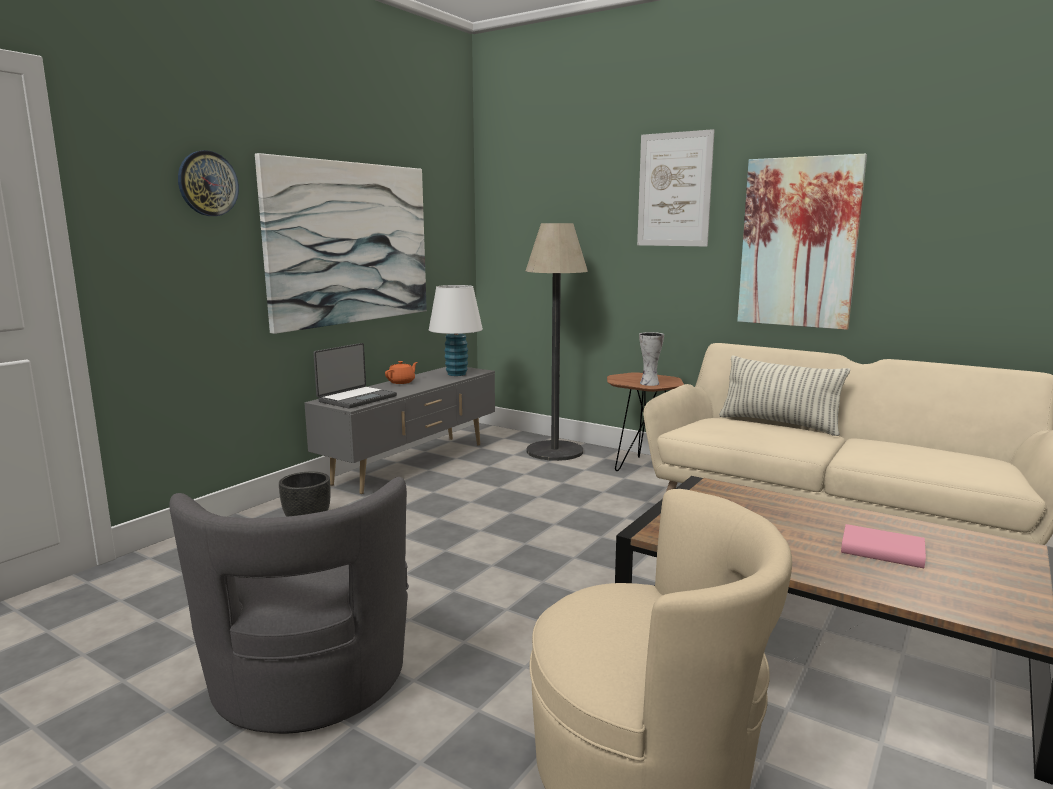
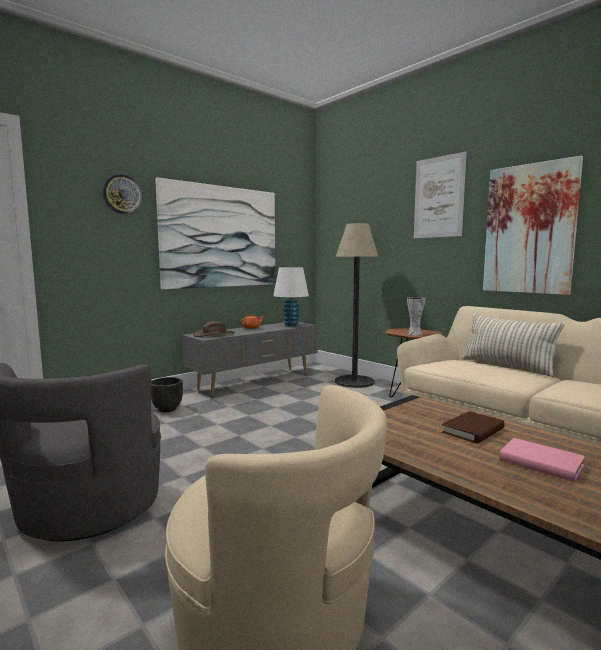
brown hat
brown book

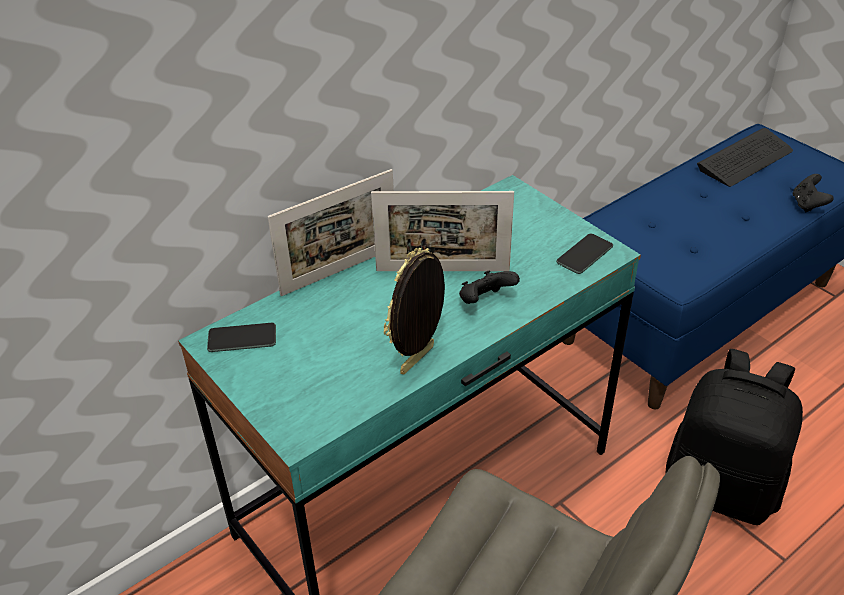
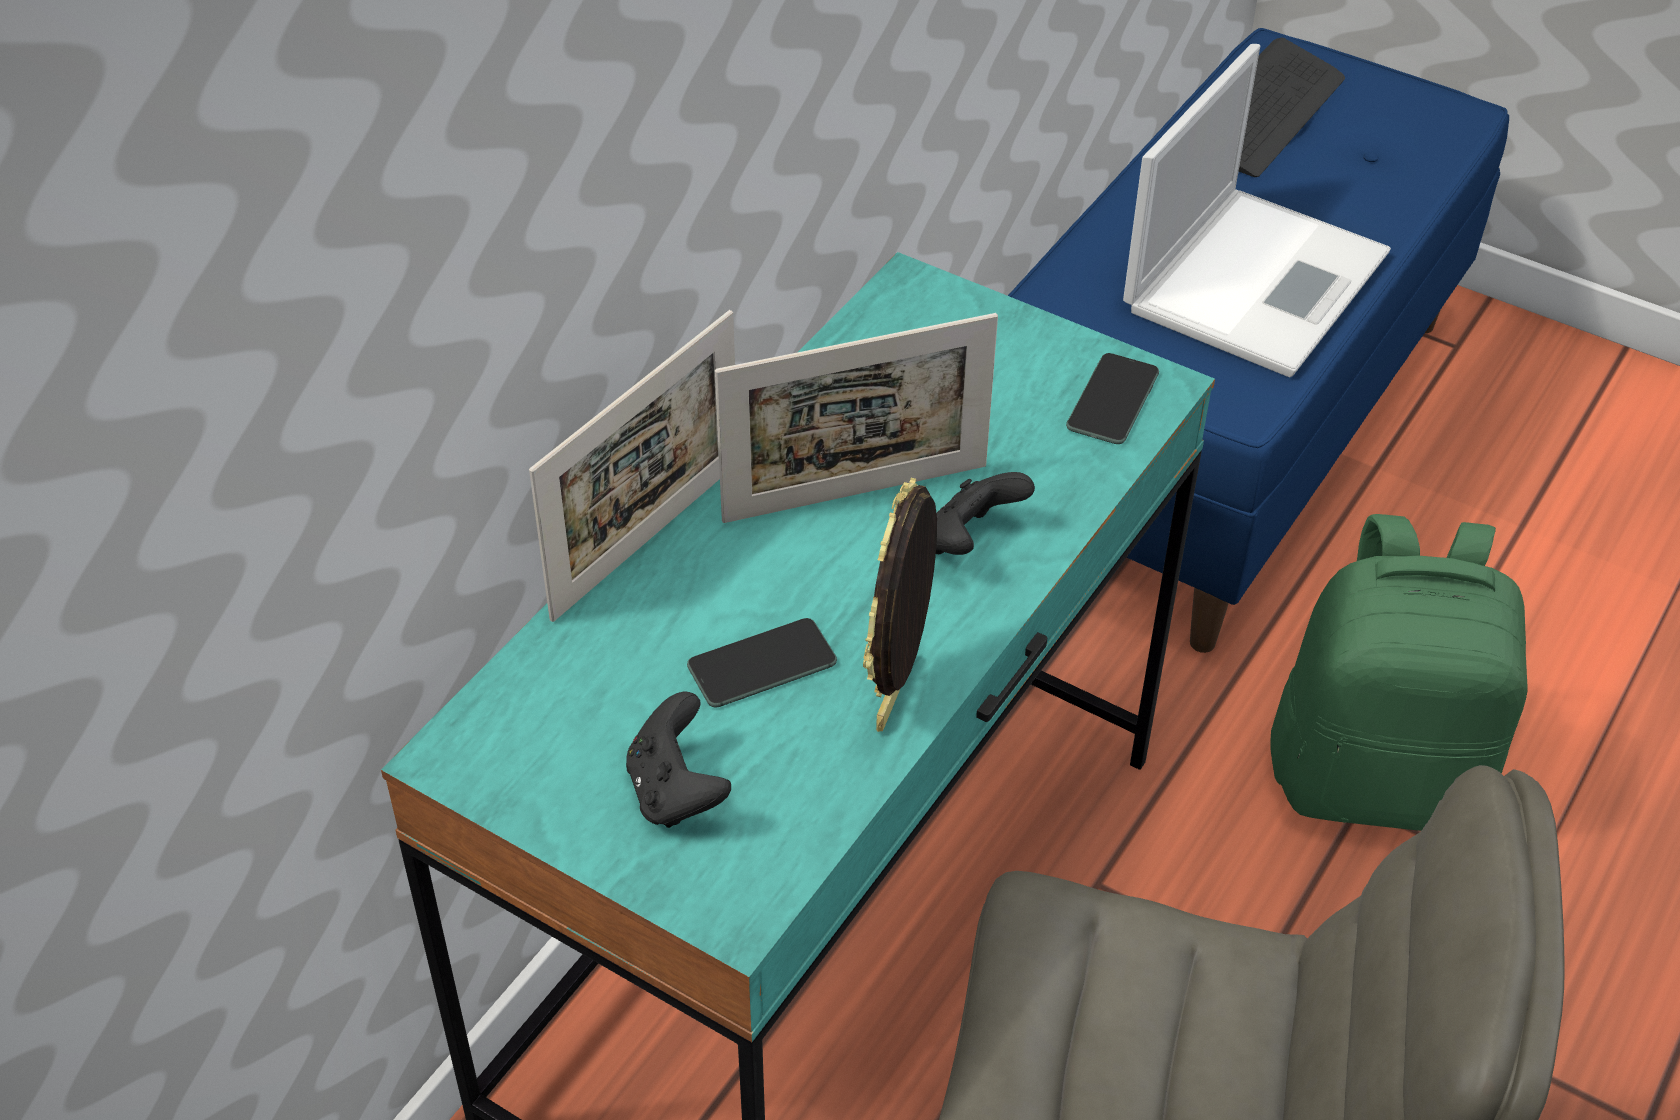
black game controller (1st from left)
phone (1st from left)
laptop
green backpack

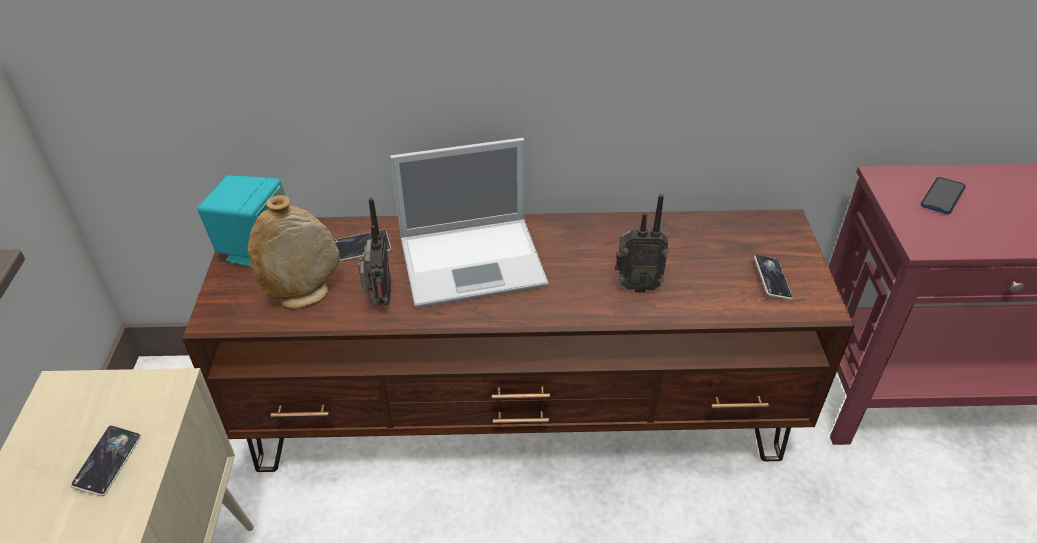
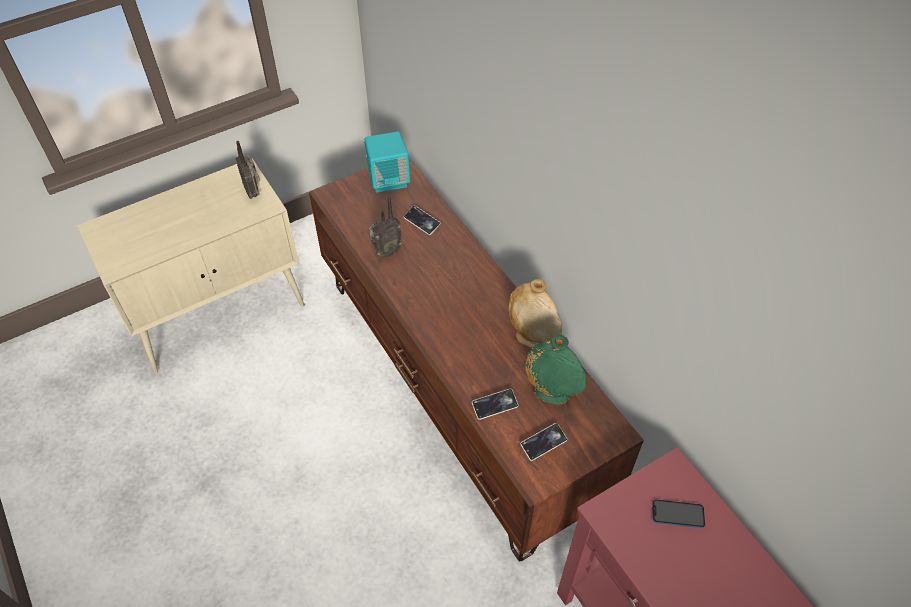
radio (1st from left)
phone (2nd from left)
beige vase
green vase
laptop

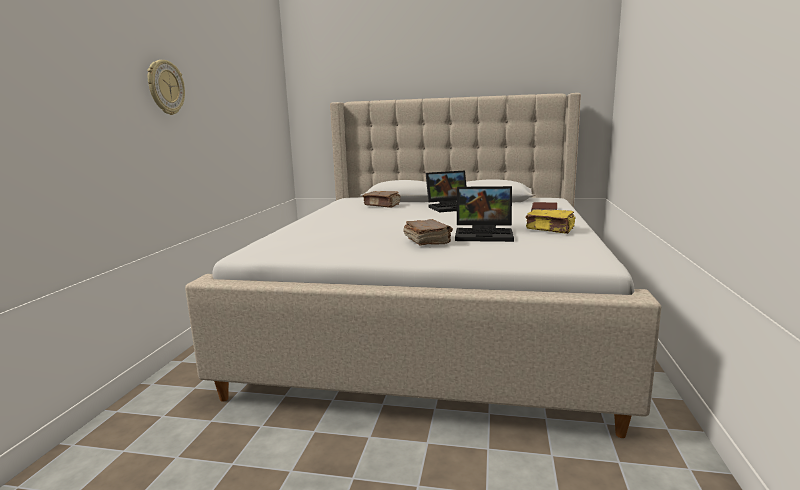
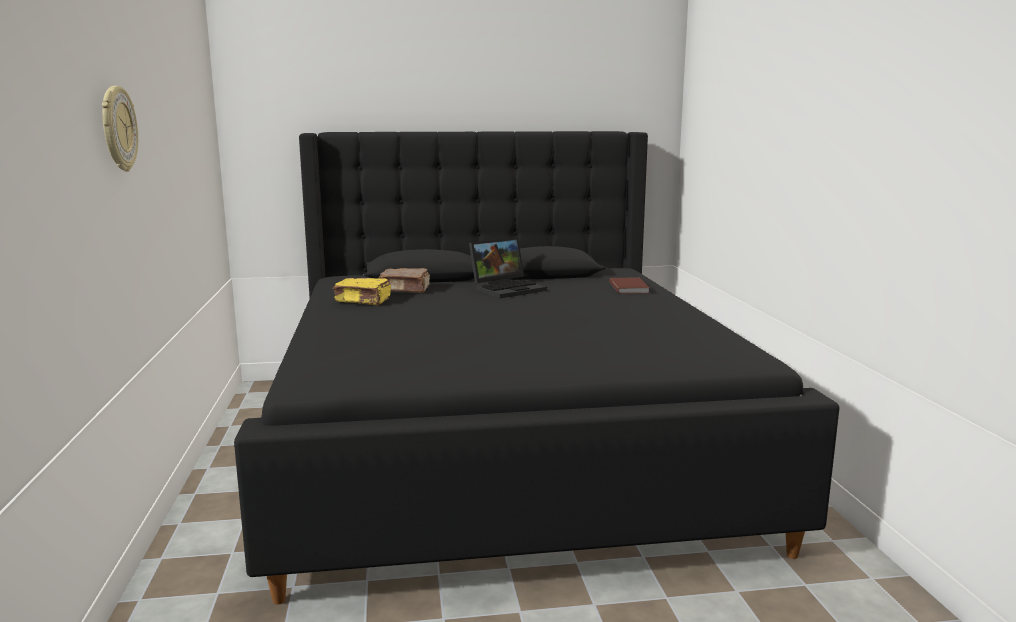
black bed
yellow book
brown book (2nd from left in the first image)
laptop (2nd from left in the first image)

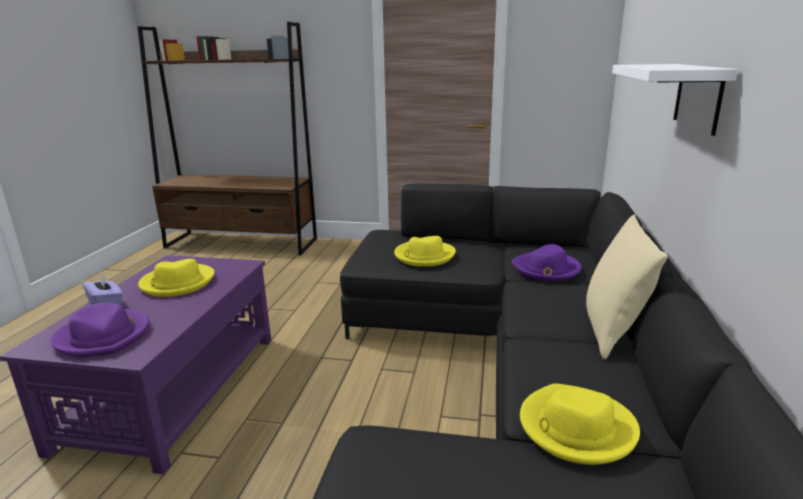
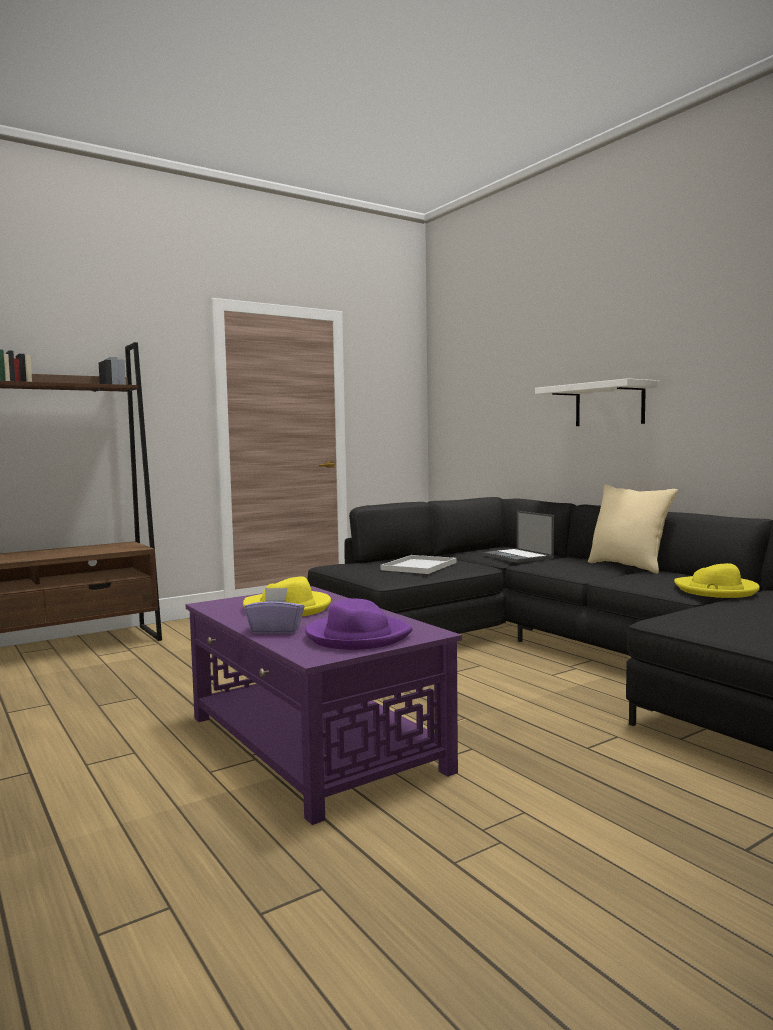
white tray
laptop

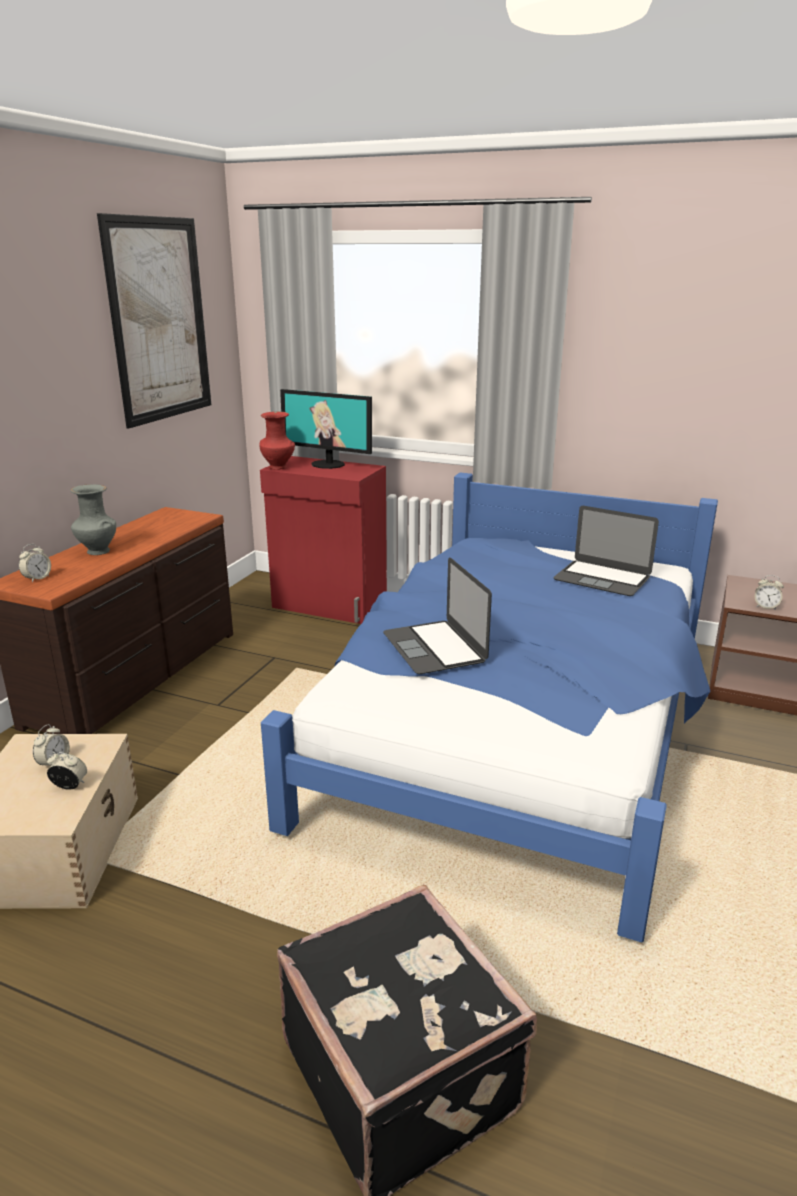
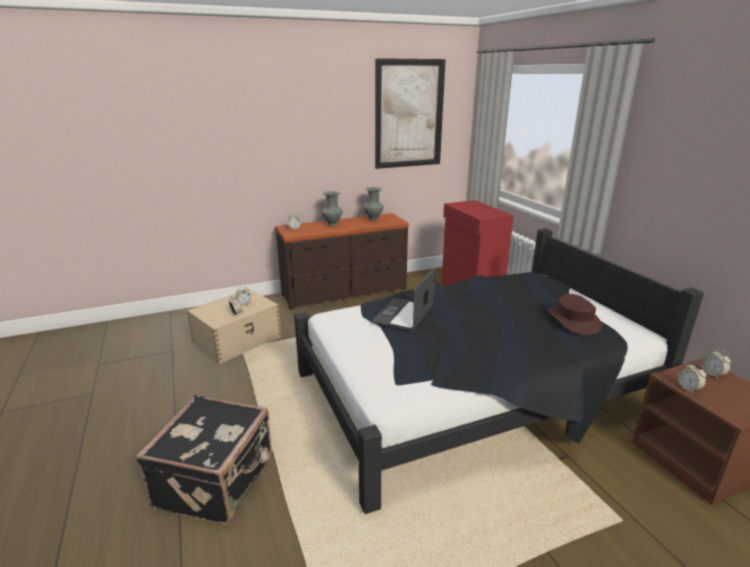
black bed
grey vase (2nd from left)
brown hat
alarm clock (5th from left)
red vase
monitor

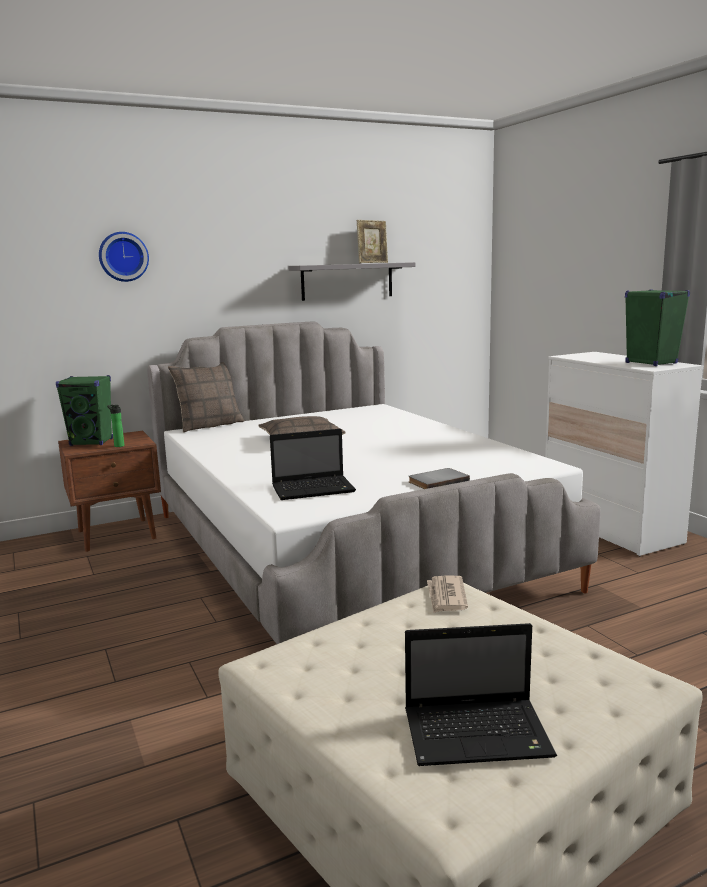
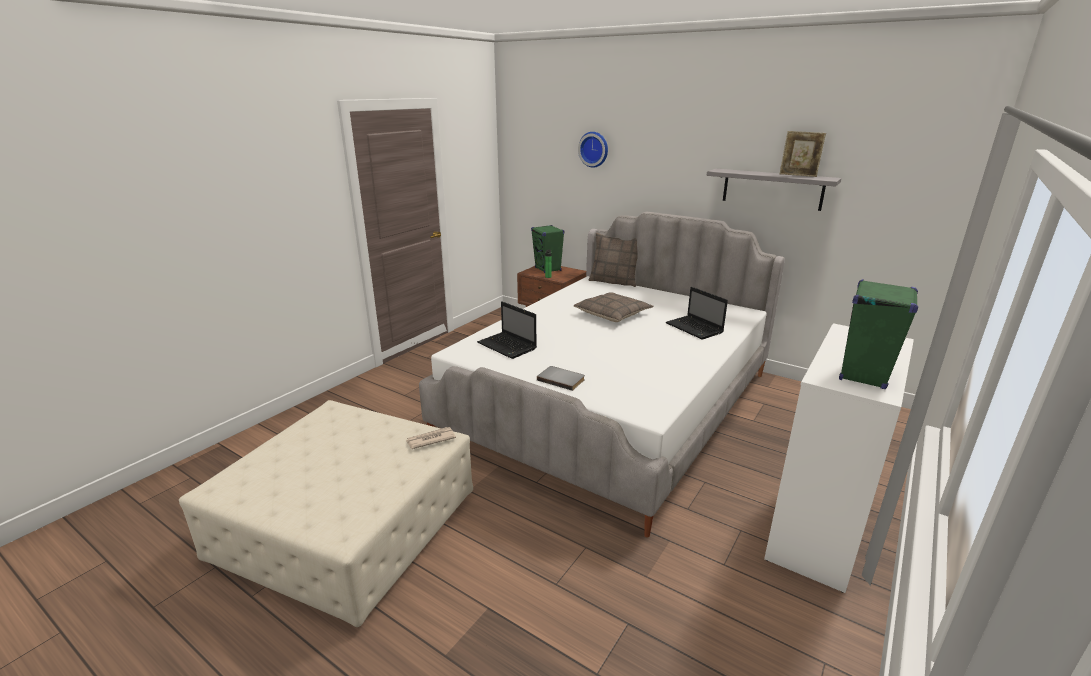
laptop (2nd from left)

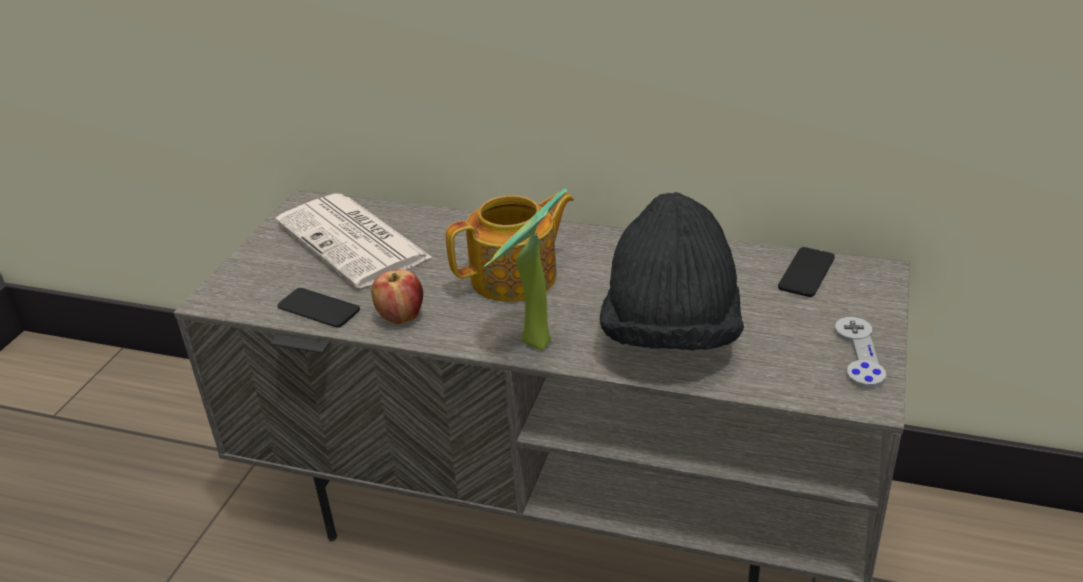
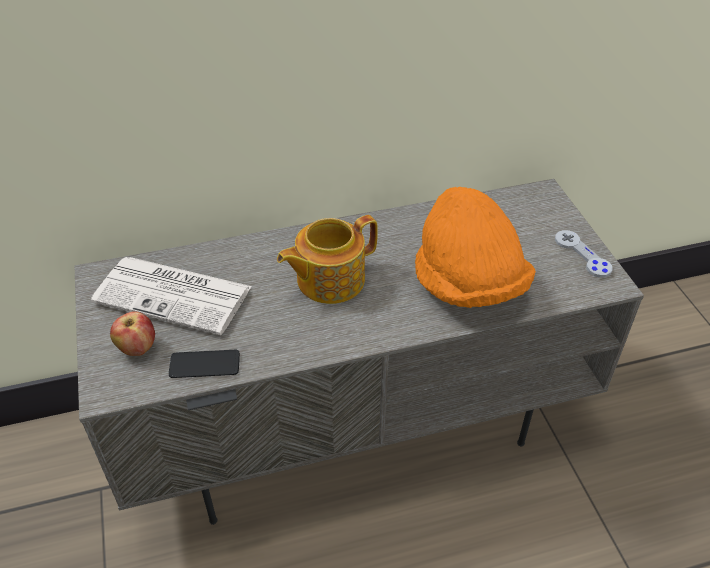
apple
teapot
orange hat
potted plant
phone (2nd from left in the first image)

